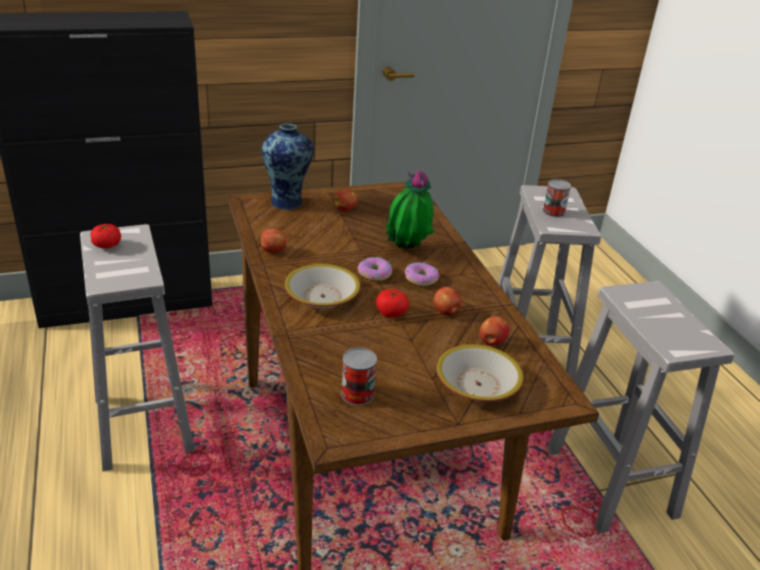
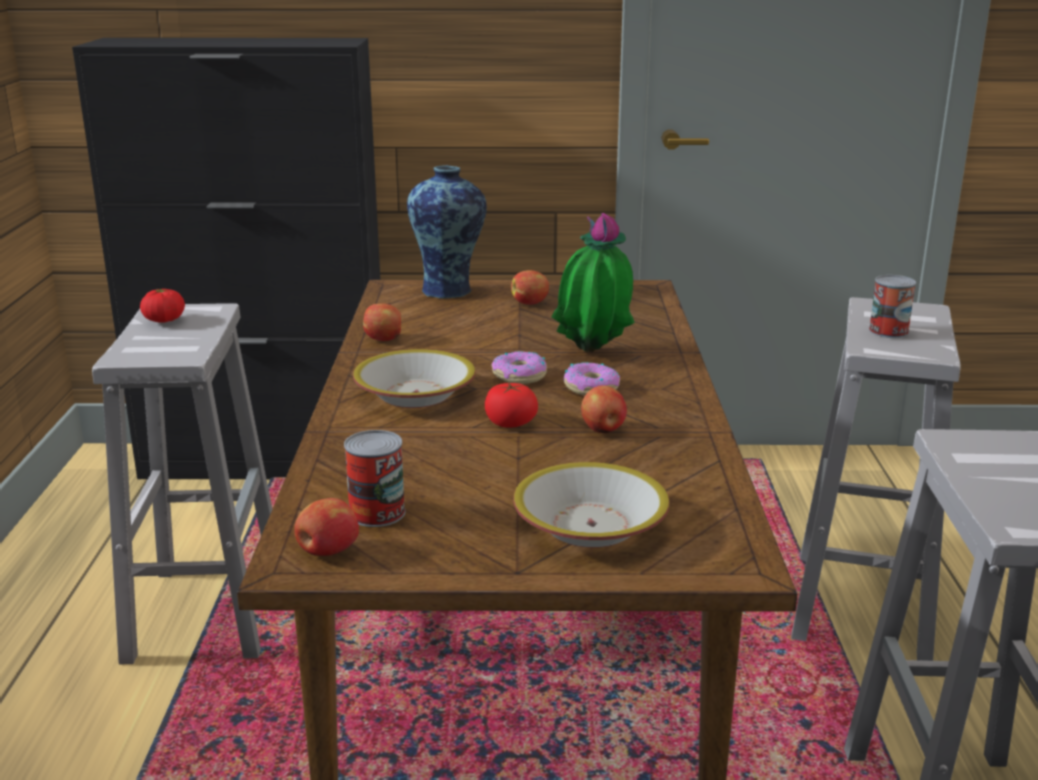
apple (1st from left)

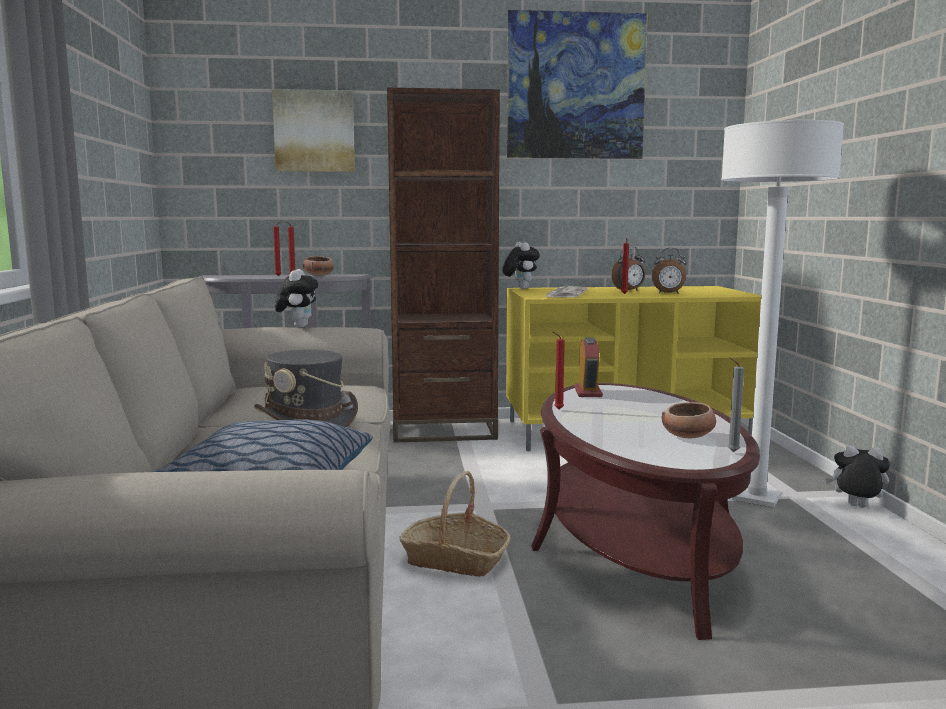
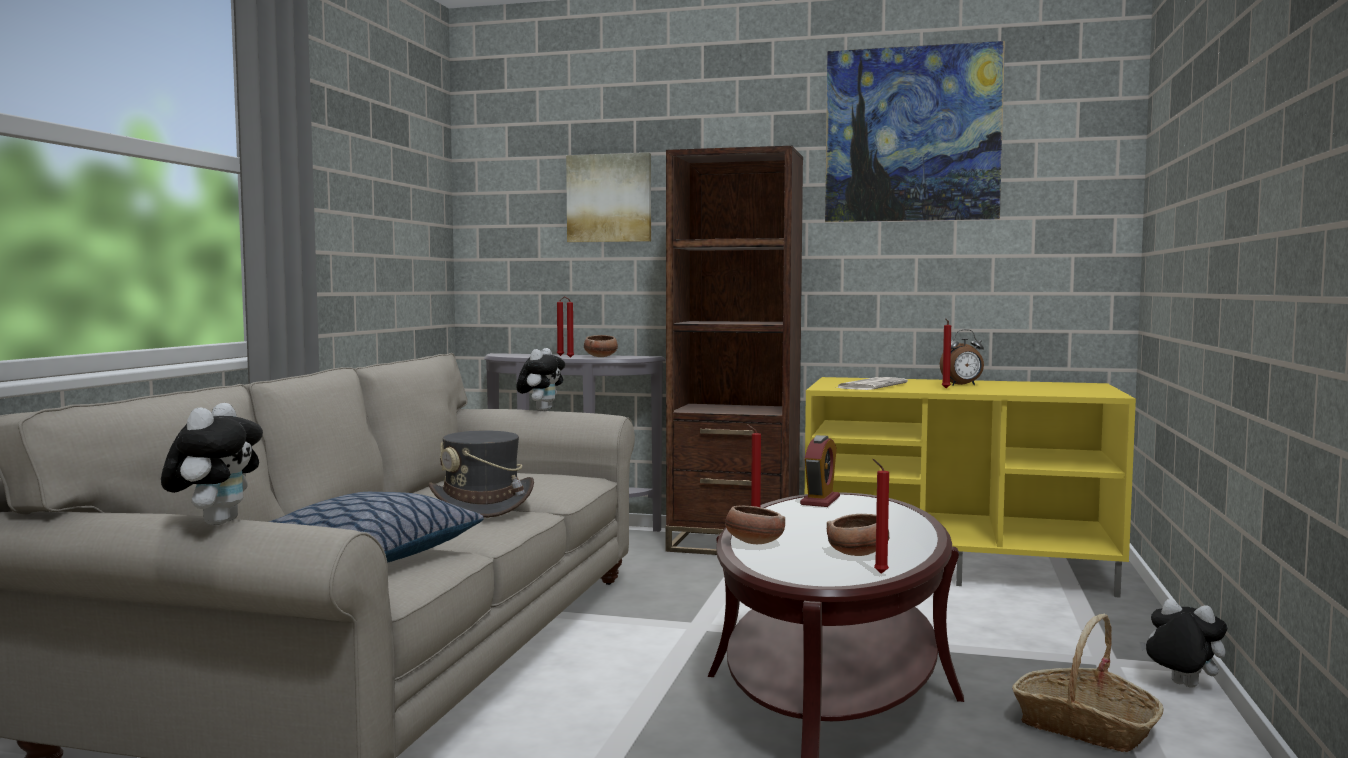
plush toy (1st from left)
bowl (2nd from left)
red candle (4th from left)
basket
alarm clock (3rd from left in the first image)
white floor lamp

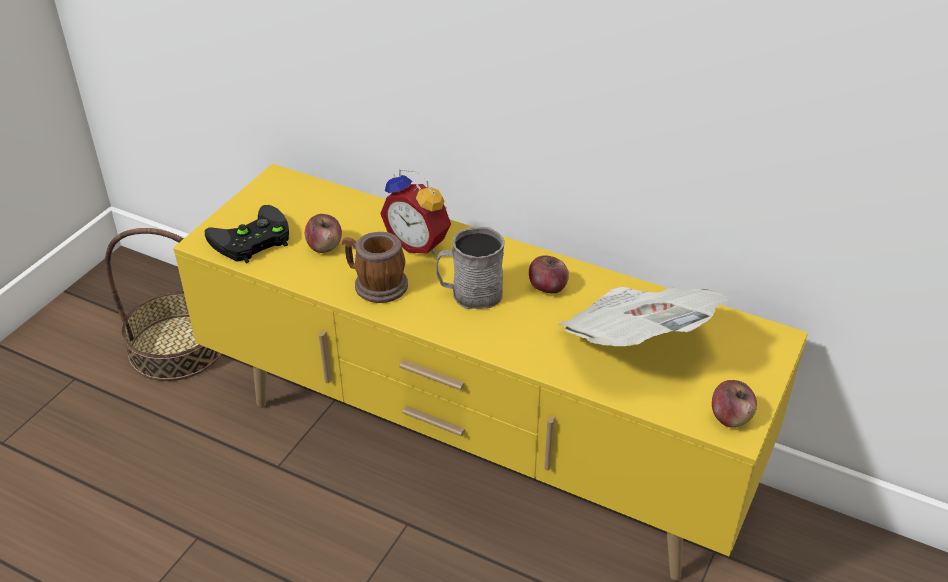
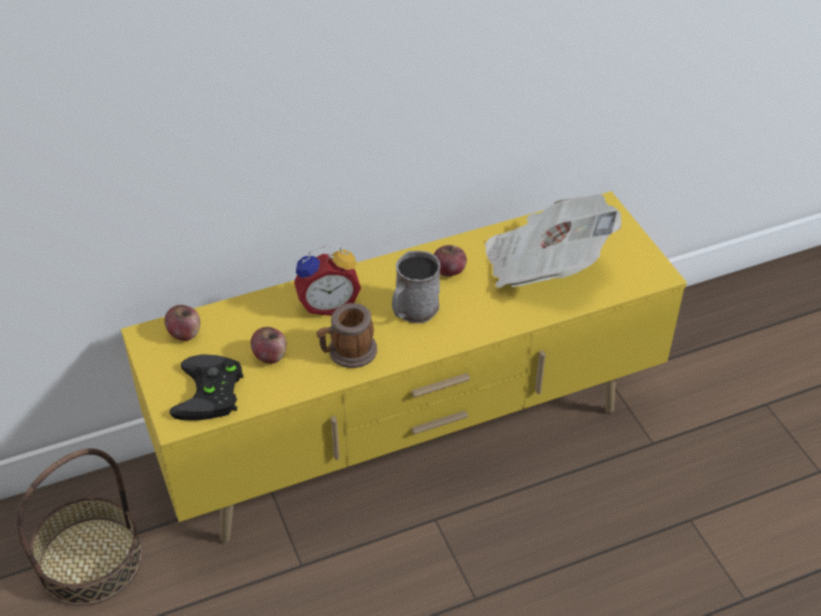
apple (1st from left)

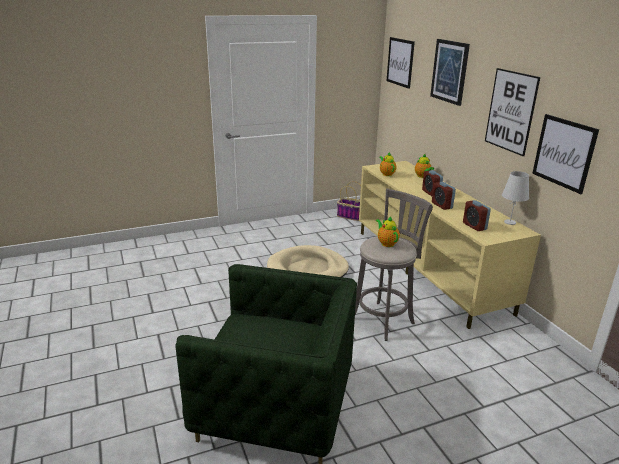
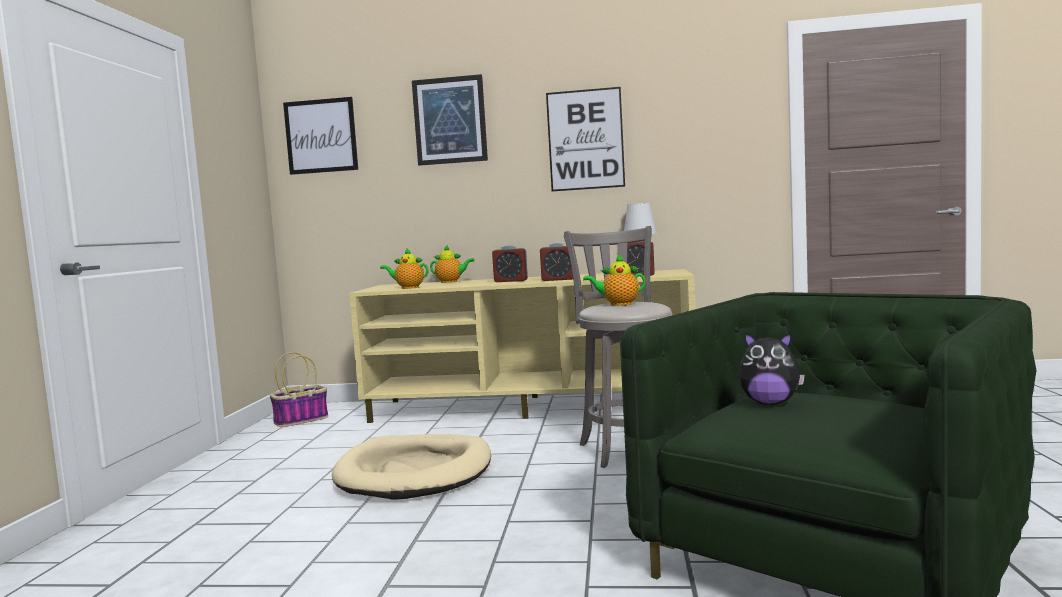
plush toy
picture (4th from left in the first image)

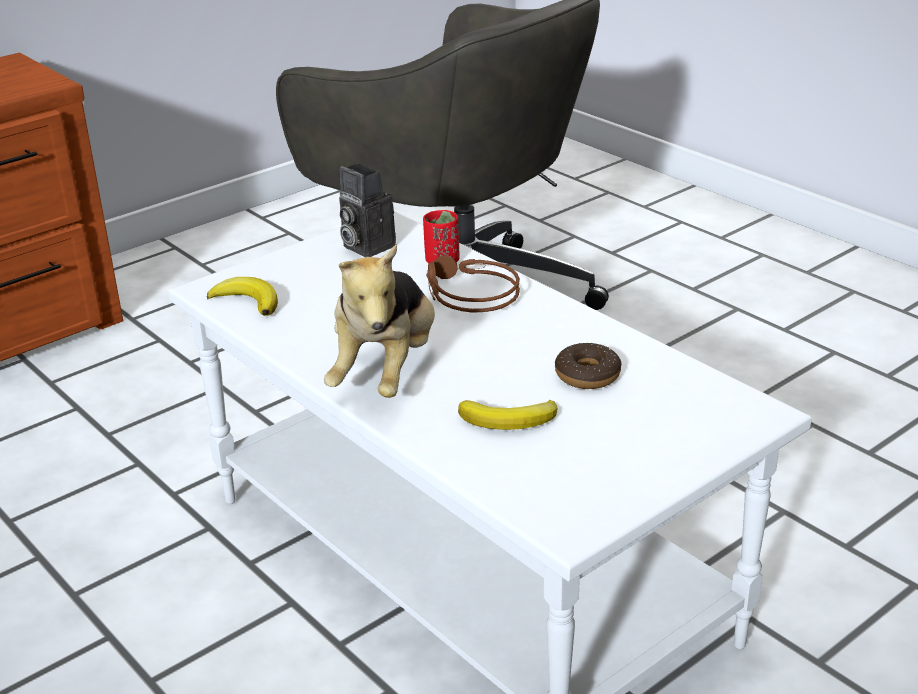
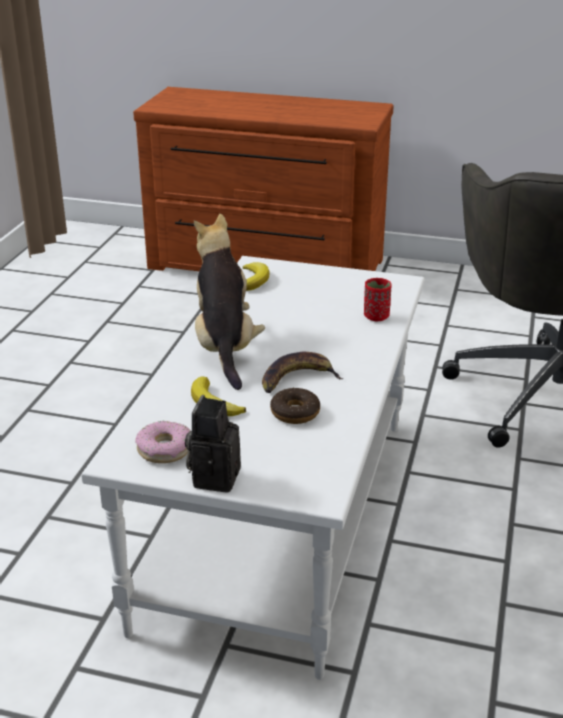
donut (1st from left)
photo camera
plush toy
banana (3rd from left)
brown headphones

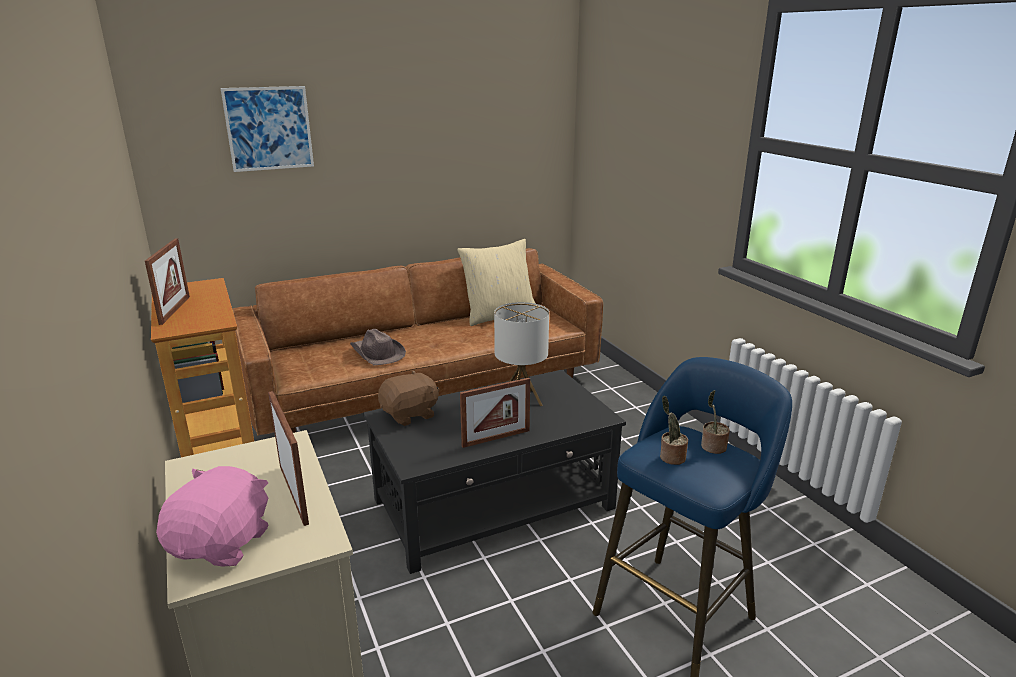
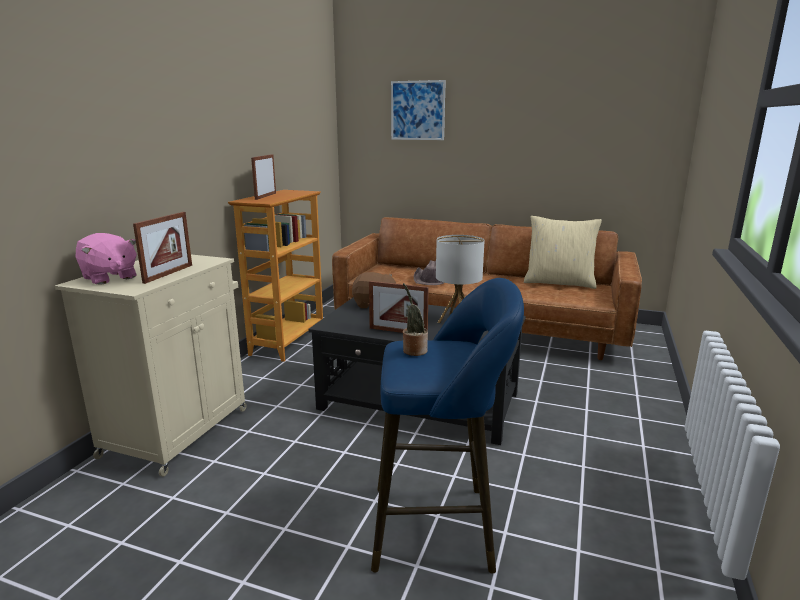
pink plush toy
picture frame (2nd from left)
potted plant (2nd from left in the first image)

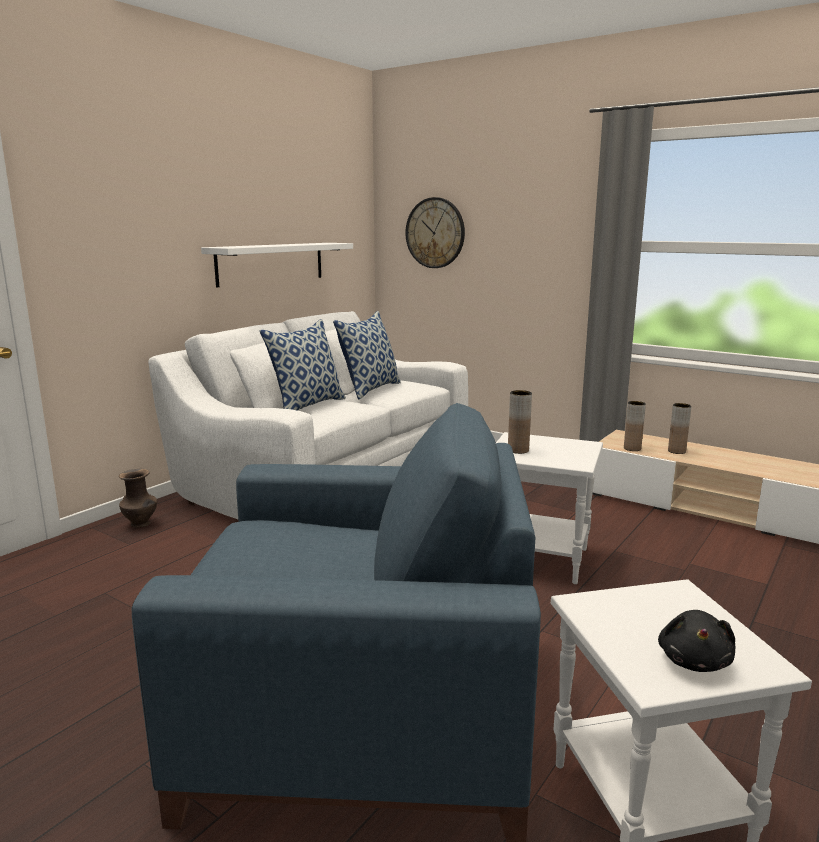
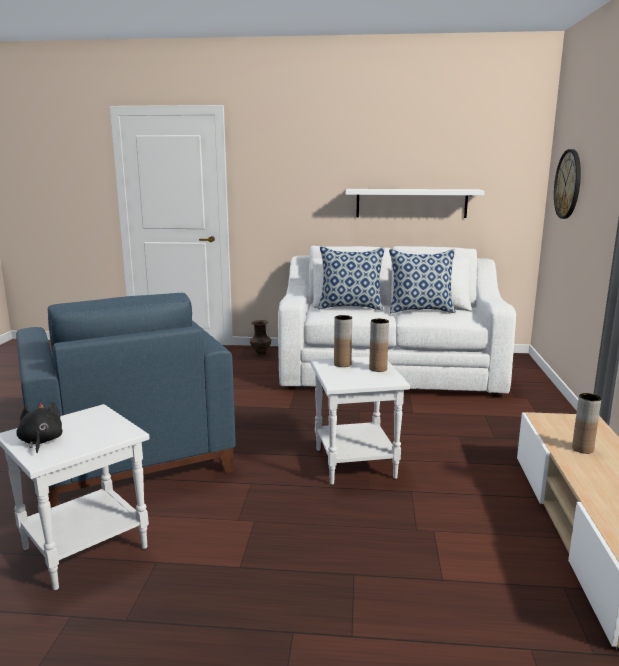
black plush toy
brown vase (3rd from left)

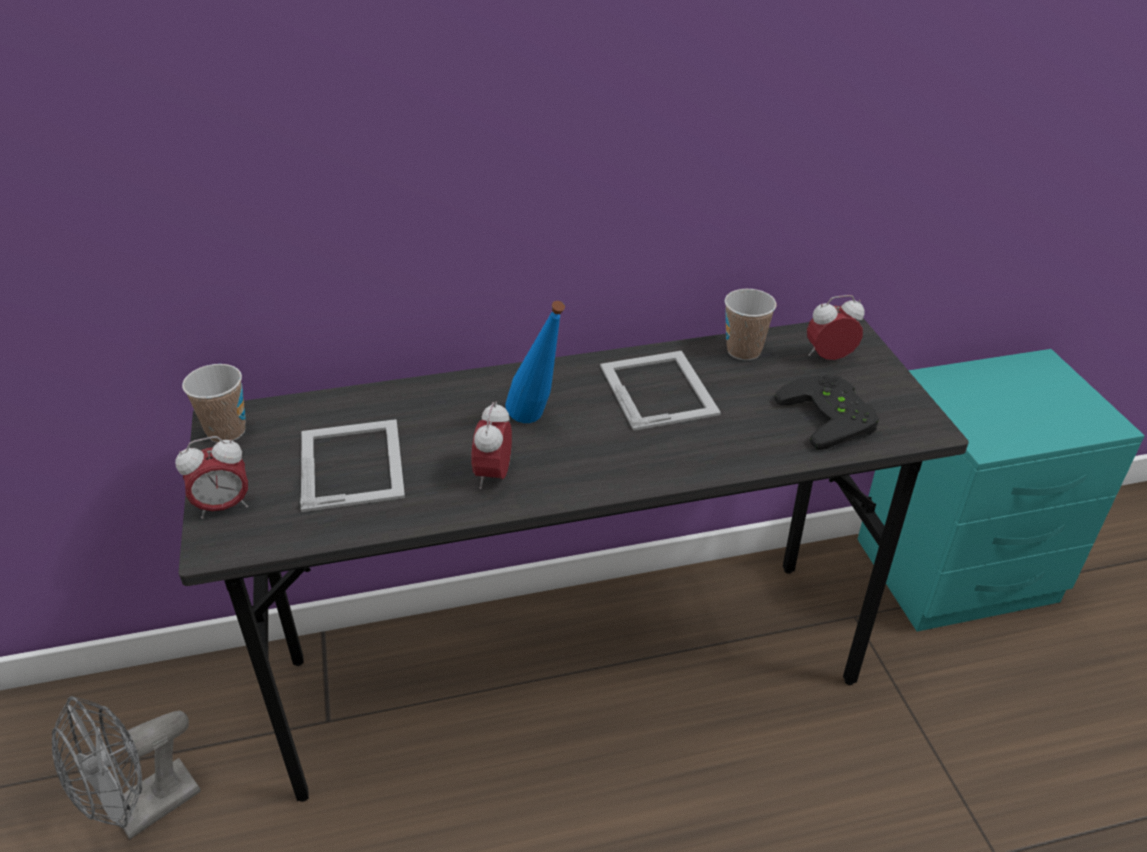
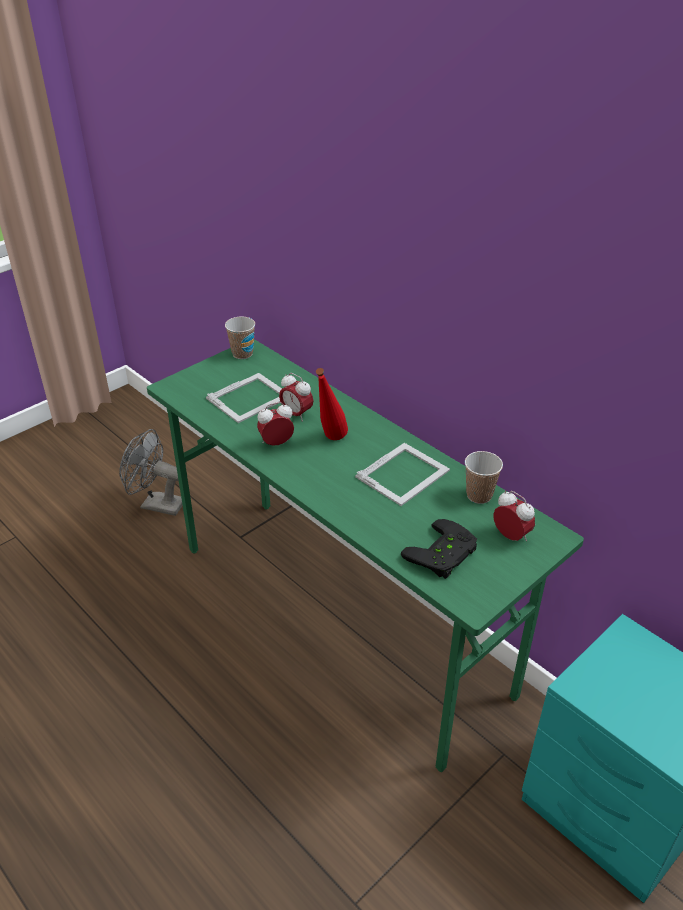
green desk
alarm clock (2nd from left)
red bottle

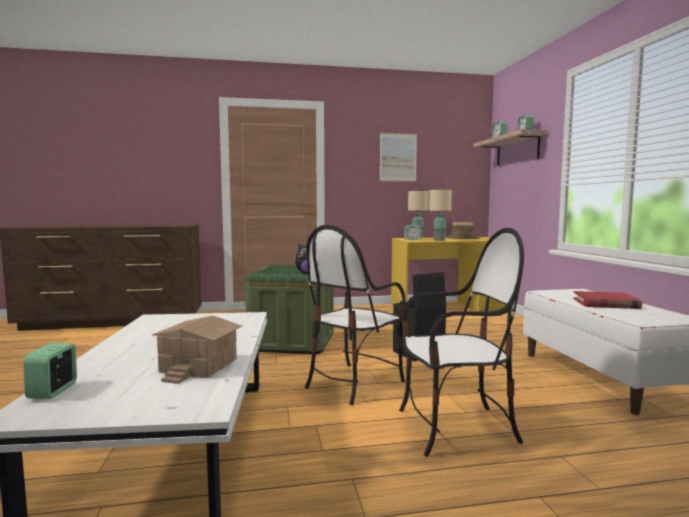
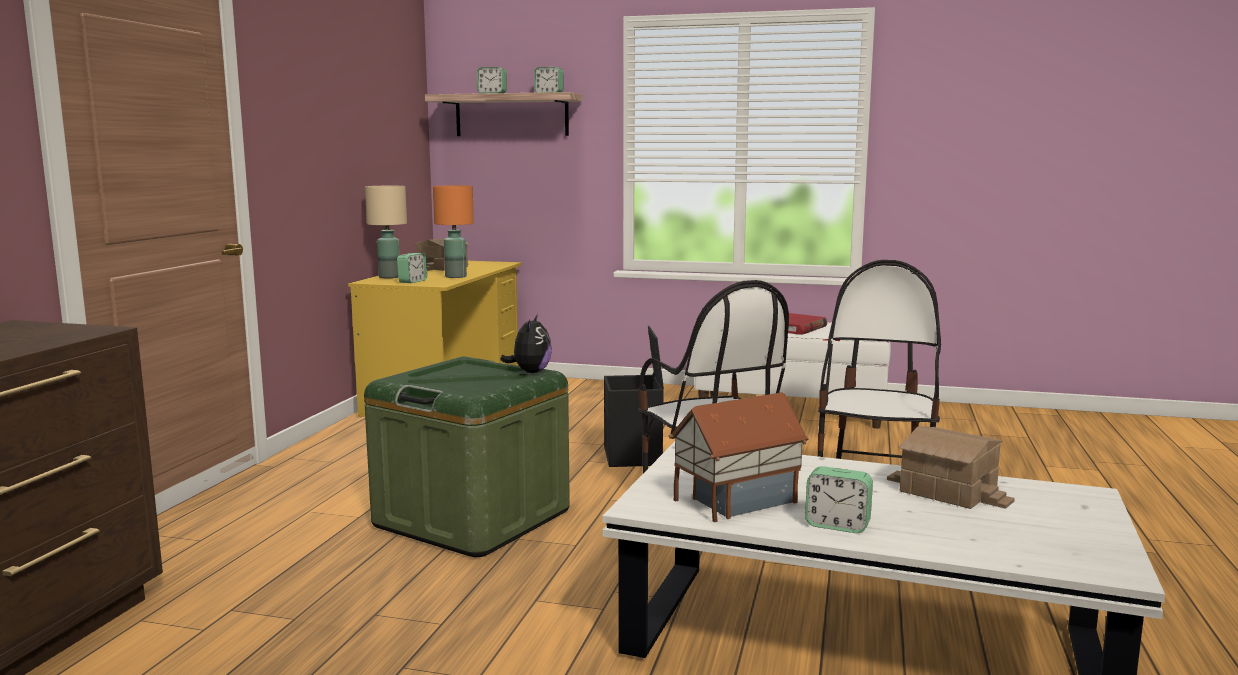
orange table lamp
toy house (2nd from left)
alarm clock (4th from left)
picture

